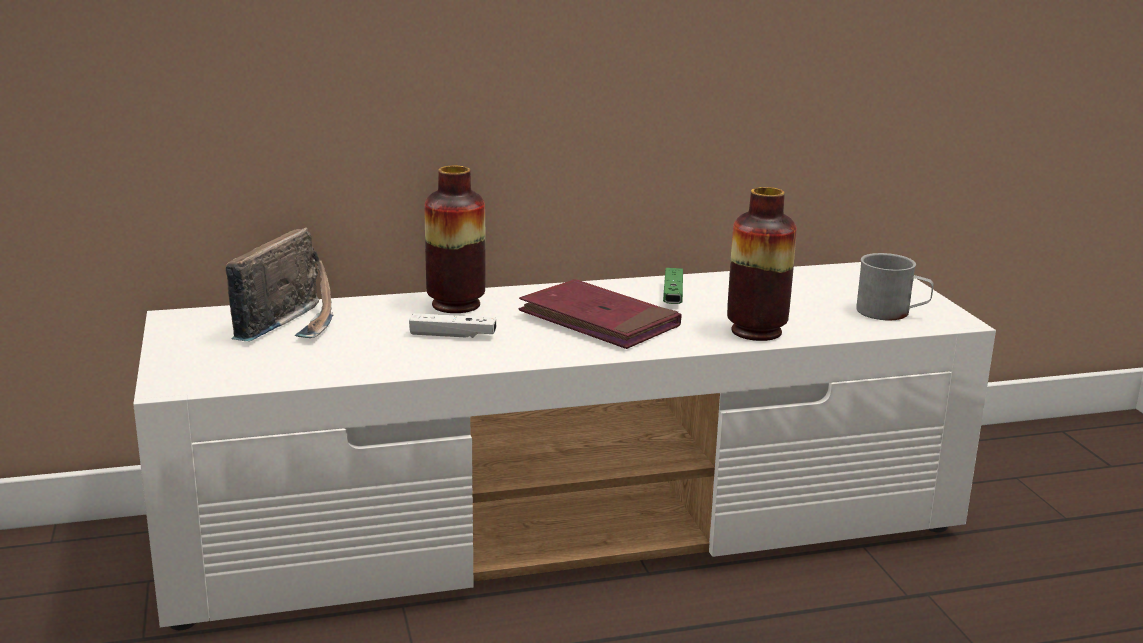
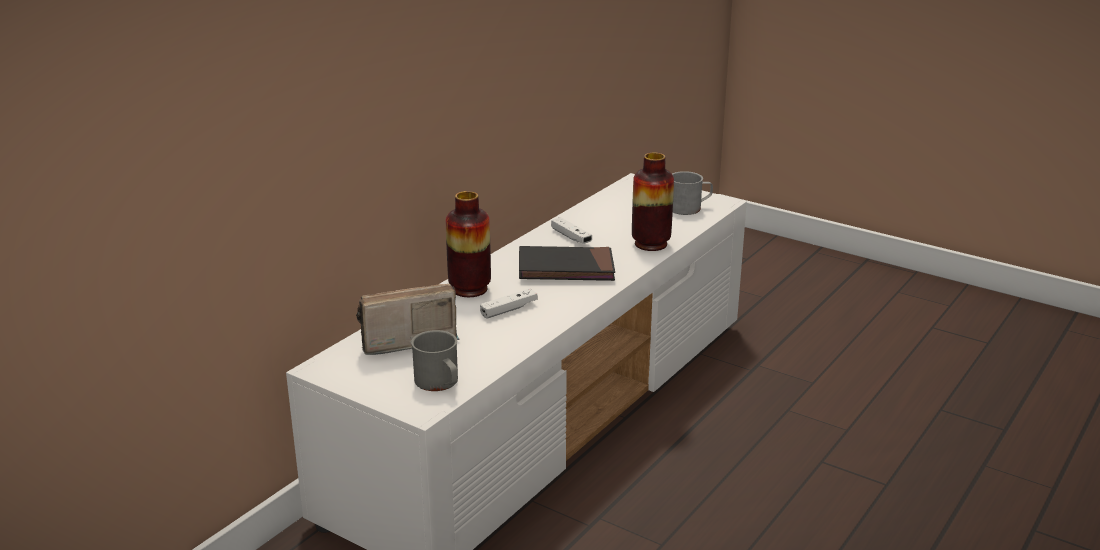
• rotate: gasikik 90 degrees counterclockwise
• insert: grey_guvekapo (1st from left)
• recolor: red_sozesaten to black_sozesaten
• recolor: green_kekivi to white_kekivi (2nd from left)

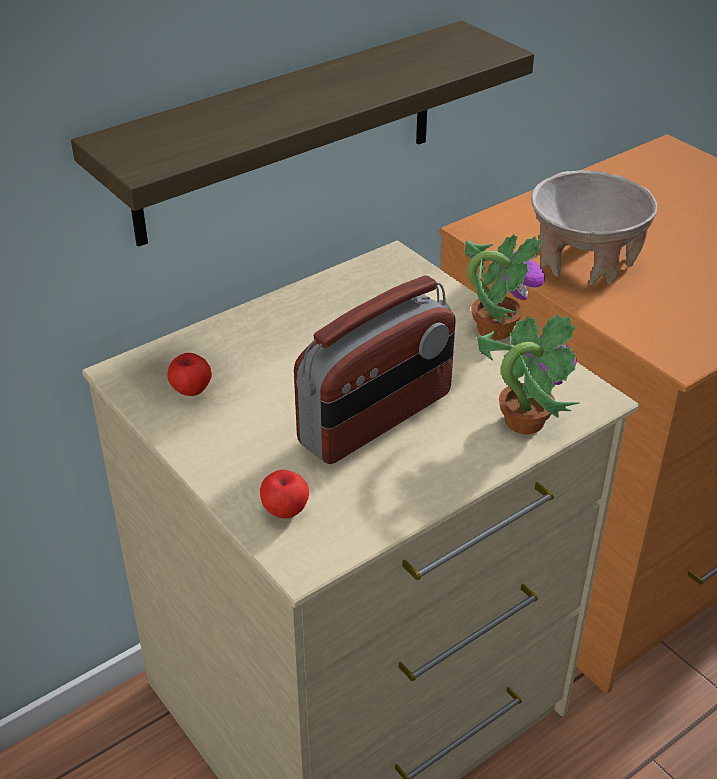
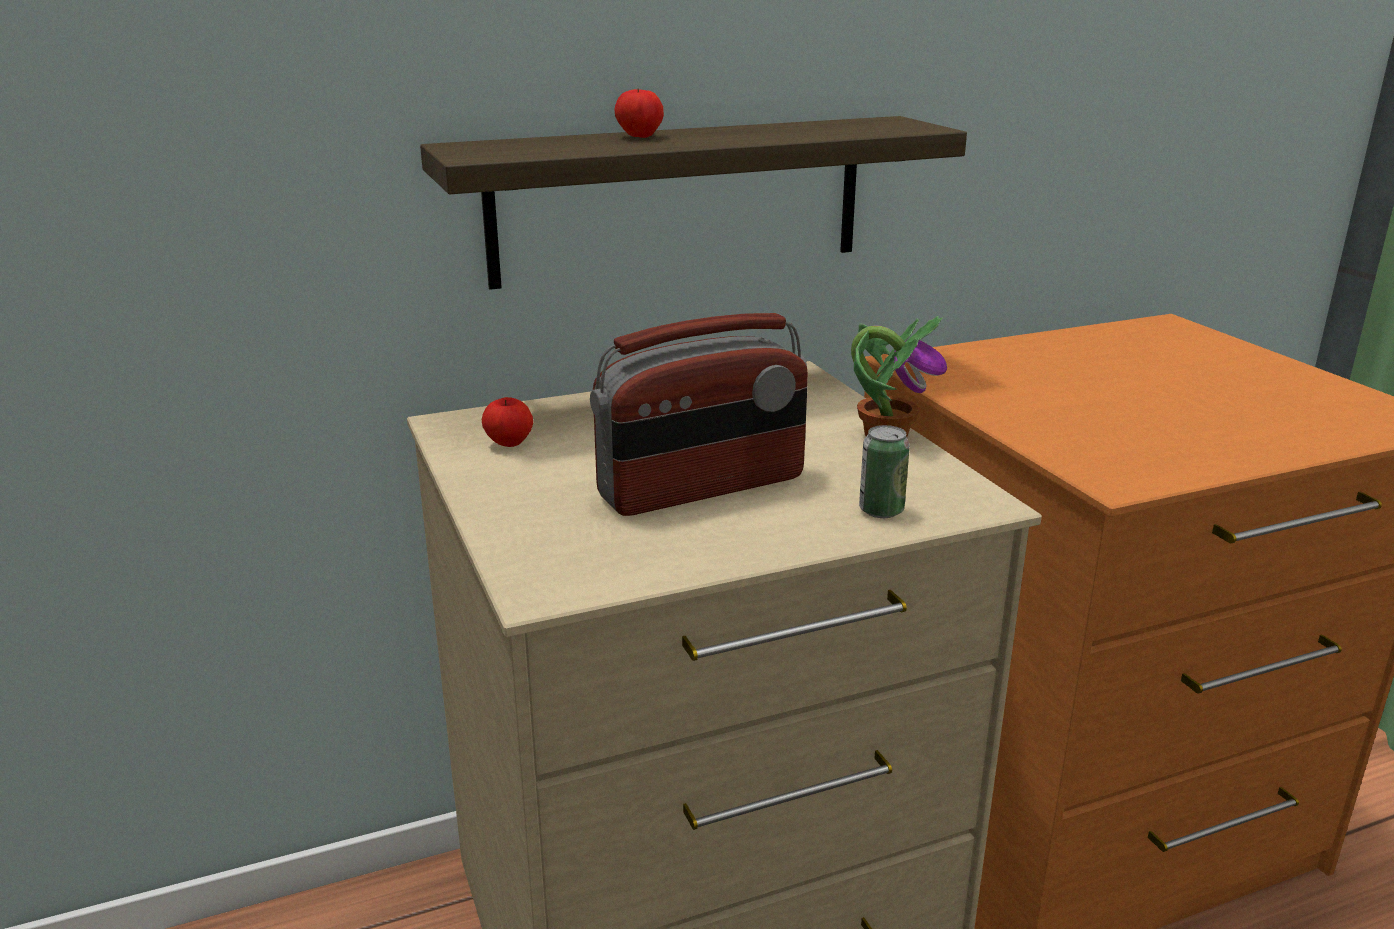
• move: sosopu (2nd from left)
• replace: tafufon (2nd from left) to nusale
• delete: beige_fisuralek

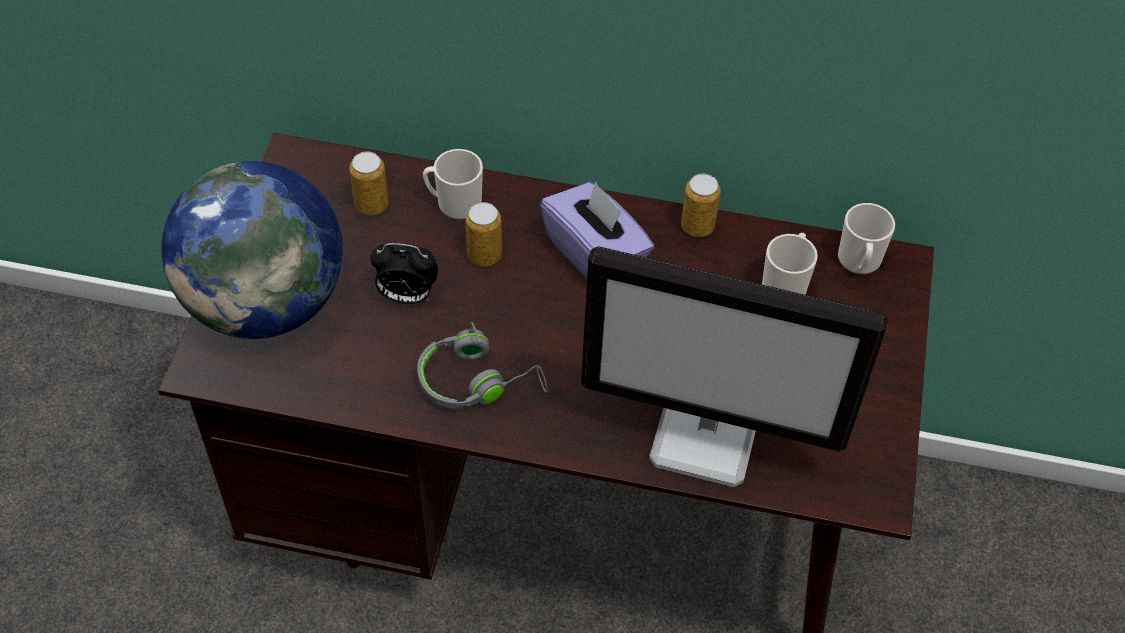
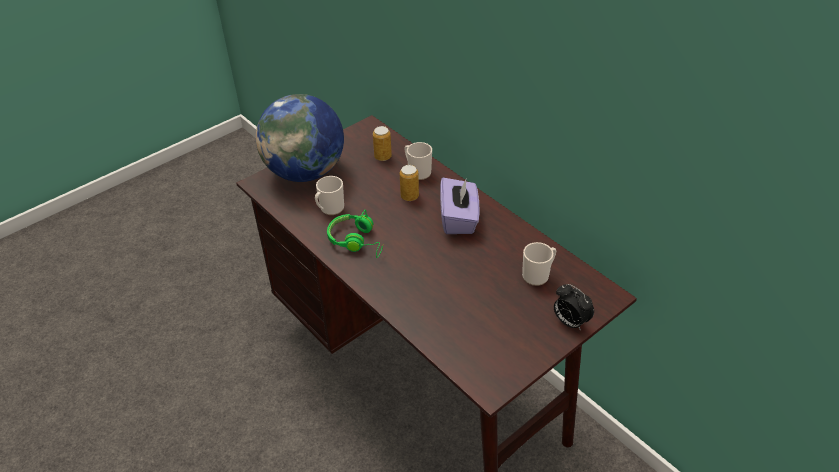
• move: guvekapo (3rd from left in the first image) to guvekapo (1st from left)
• recolor: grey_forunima to green_forunima
• move: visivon
• delete: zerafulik
• delete: nusale (3rd from left)

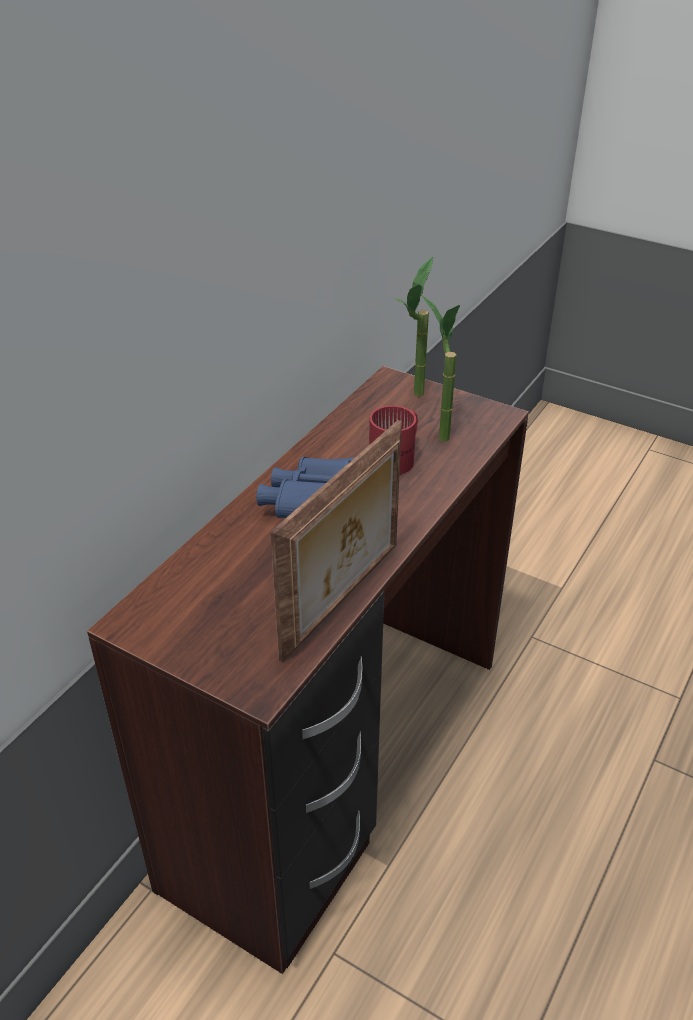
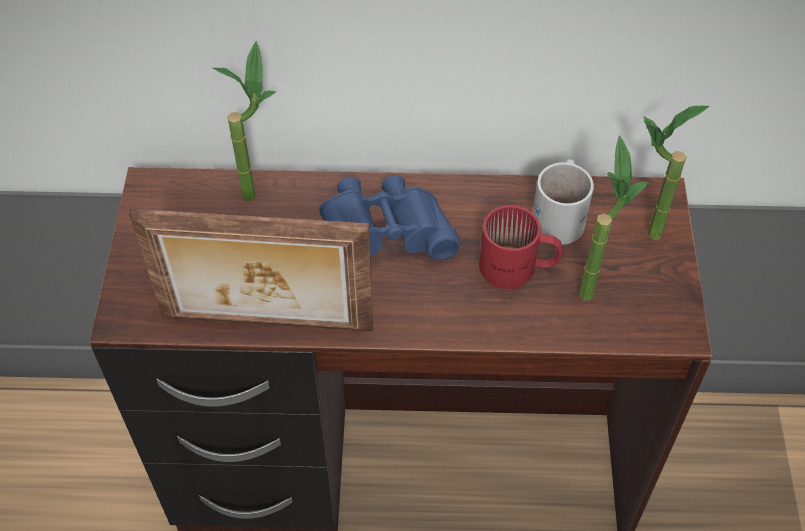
• insert: tafufon (1st from left)
• insert: white_guvekapo

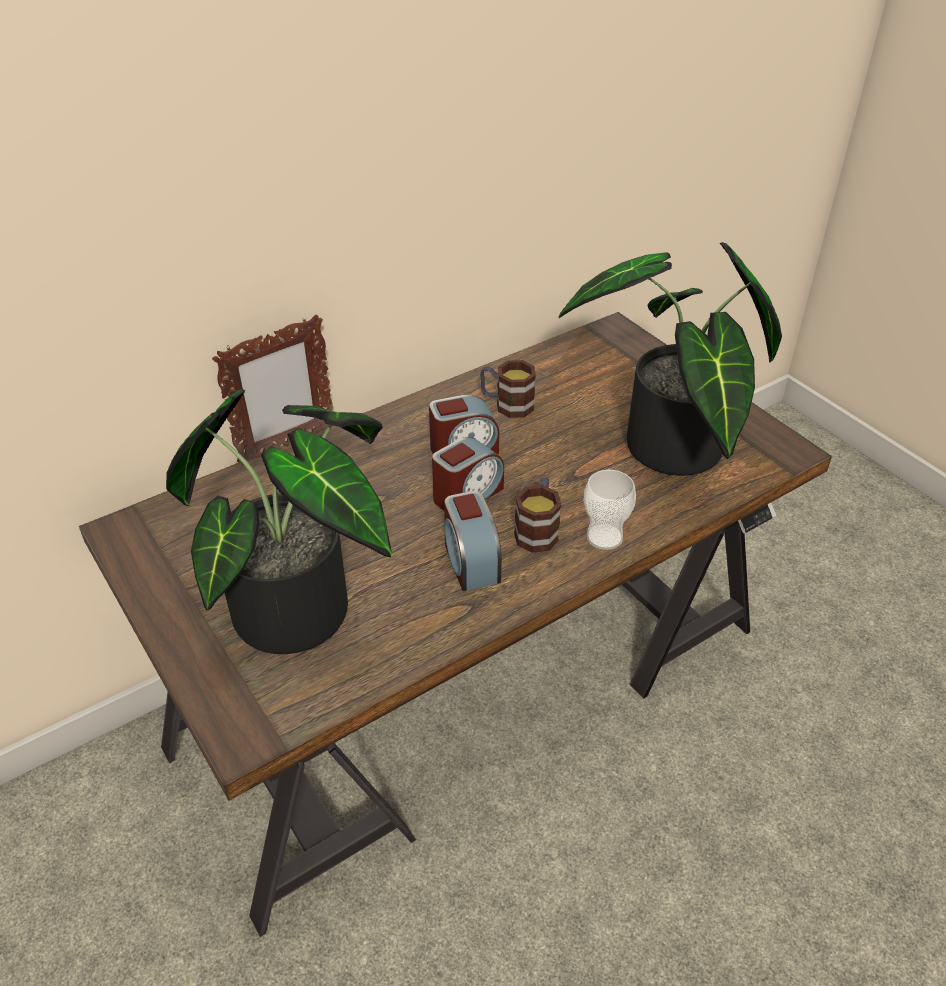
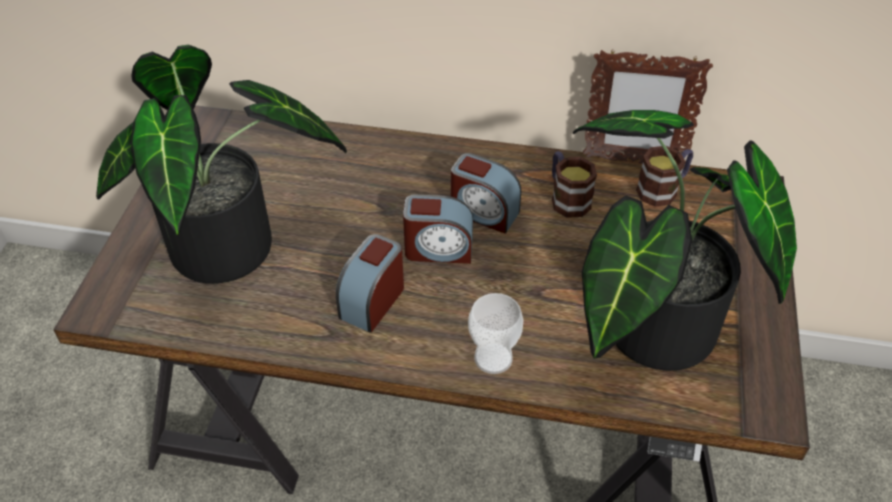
• move: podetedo
• move: guvekapo (2nd from left)

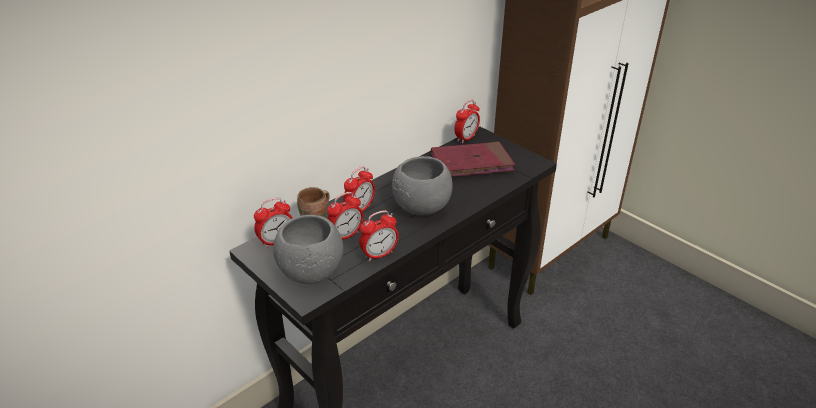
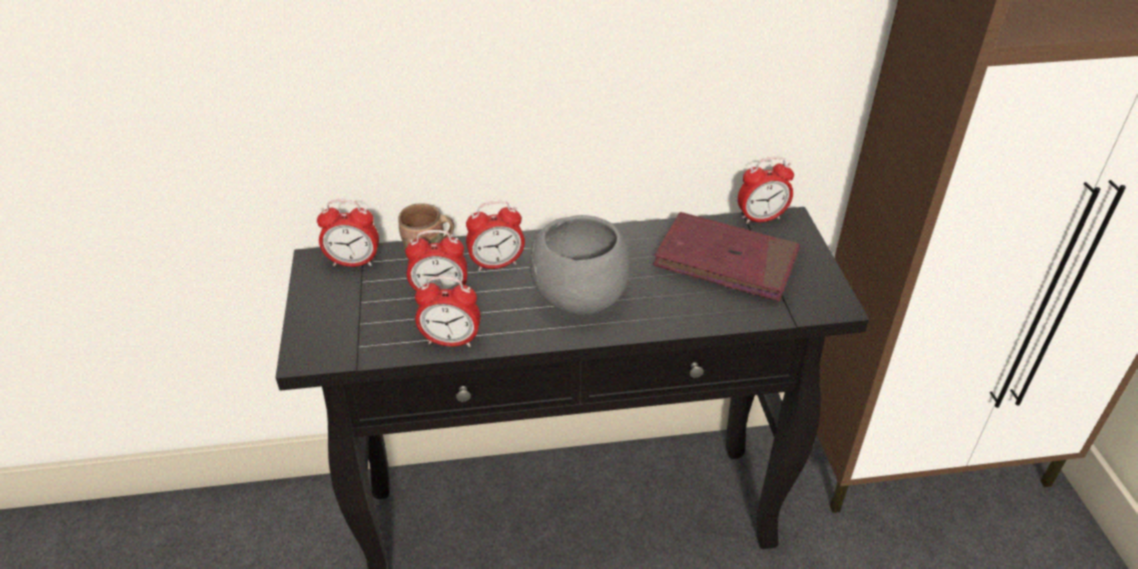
• delete: grey_fisuralek (1st from left)

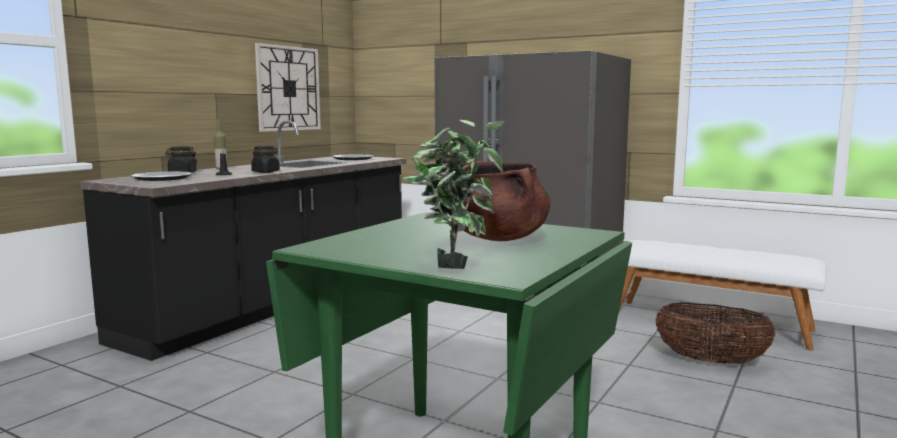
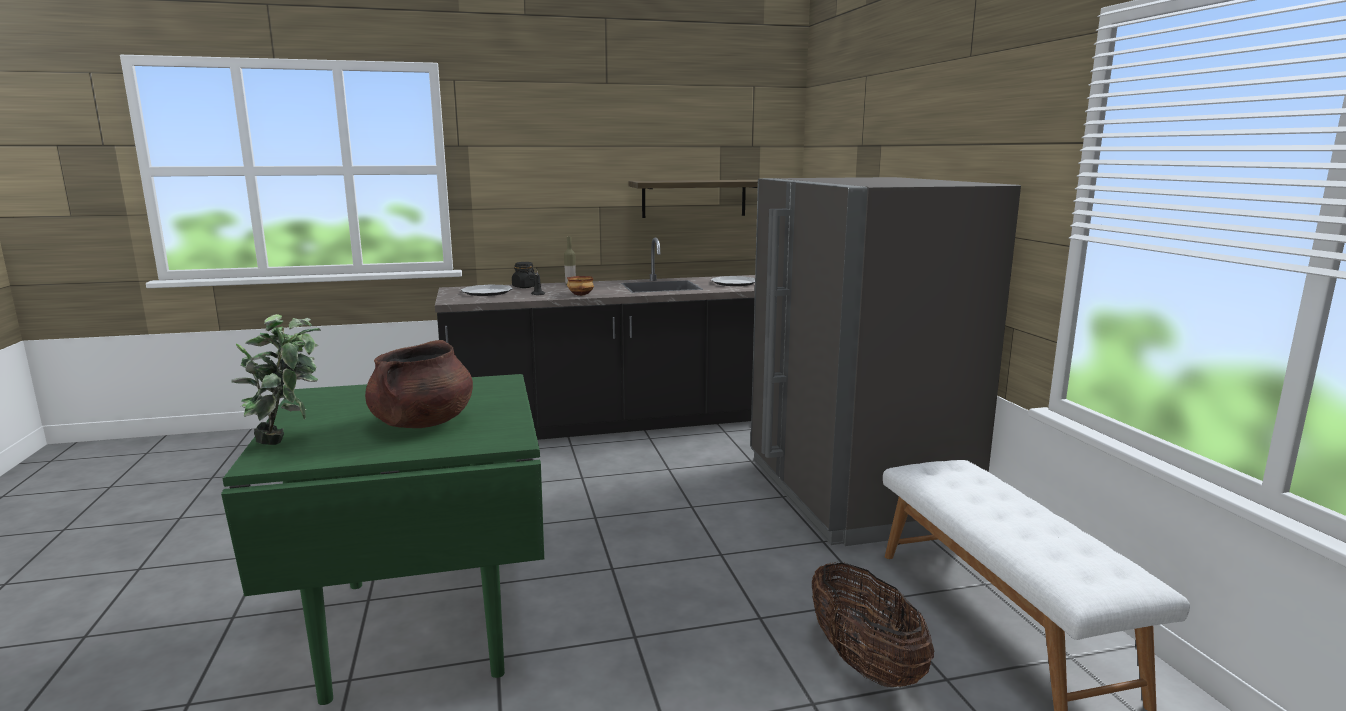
• replace: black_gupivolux (2nd from left) to fisuralek
• replace: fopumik to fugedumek

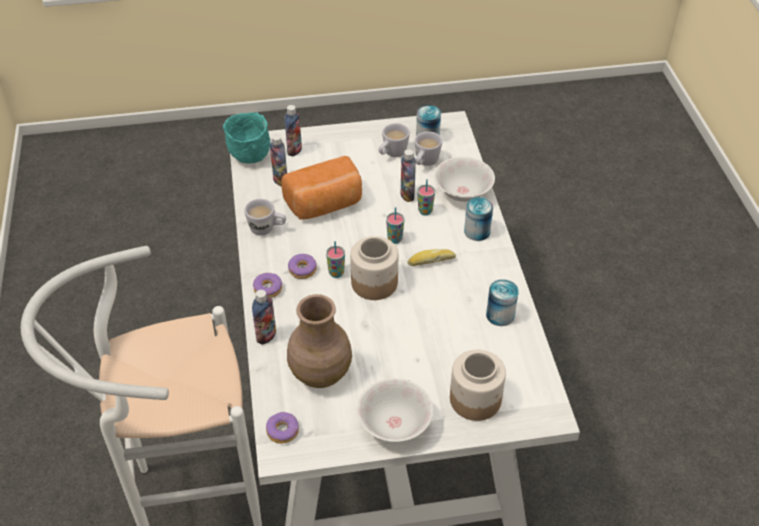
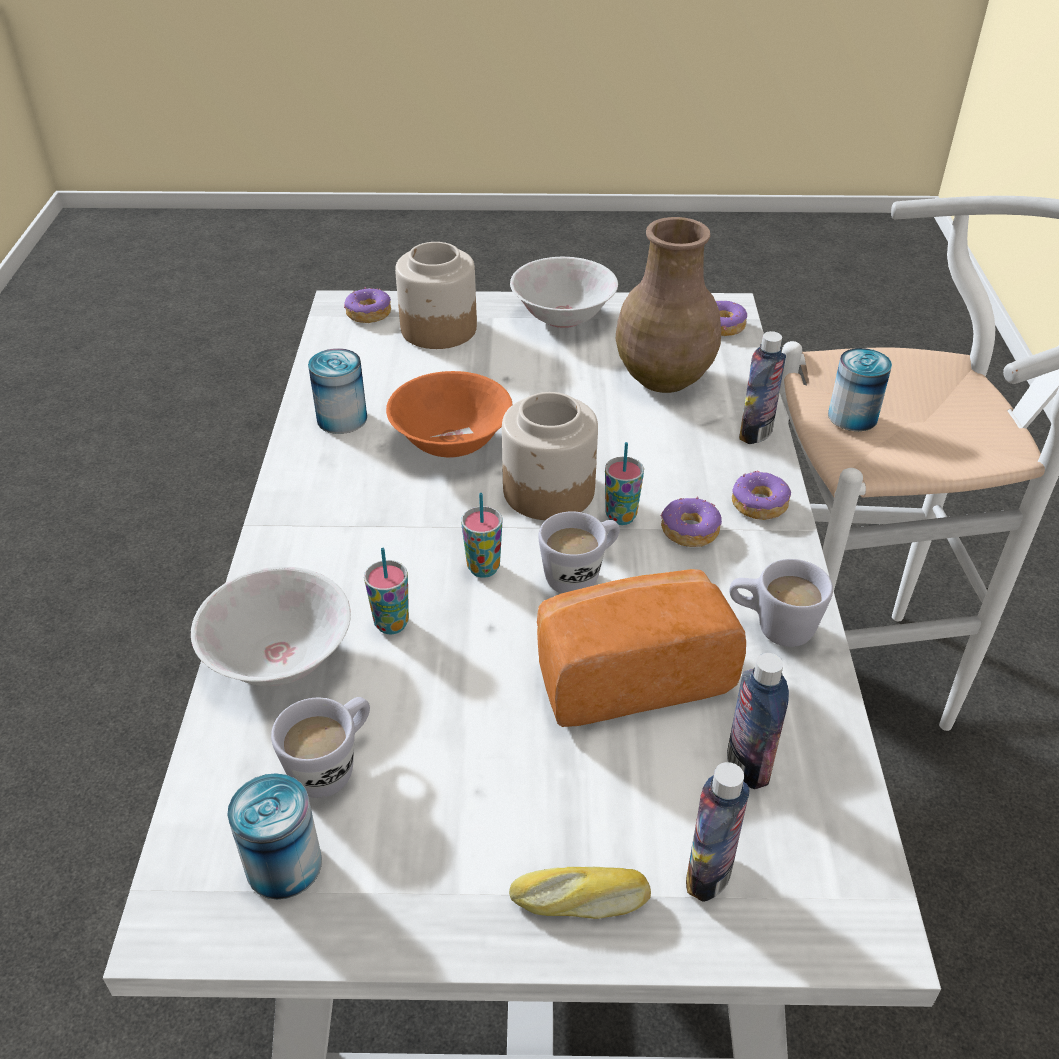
• insert: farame (1st from left)
• insert: orange_fisuralek
• move: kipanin (2nd from left in the first image) to kipanin (1st from left)
• move: white_guvekapo (2nd from left)
• move: nusale (2nd from left in the first image) to nusale (3rd from left)
• delete: turquoise_fisuralek
• delete: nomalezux (4th from left)

